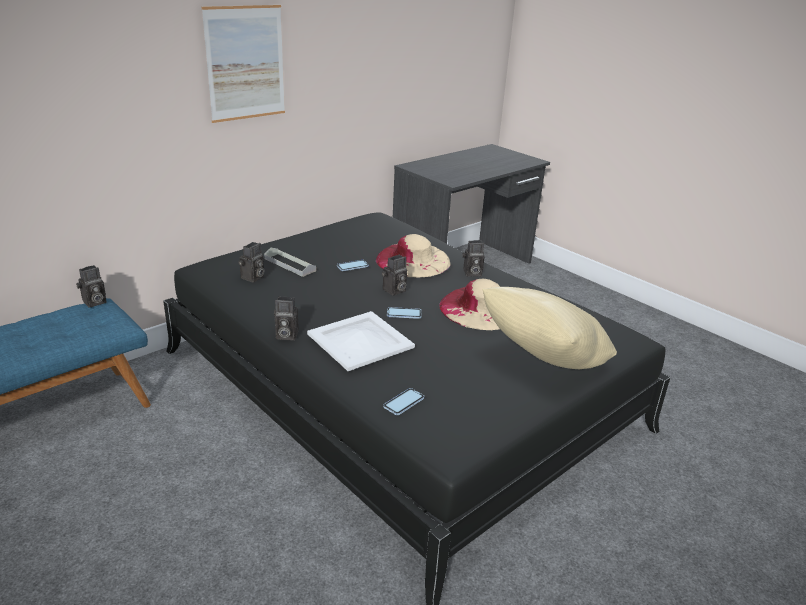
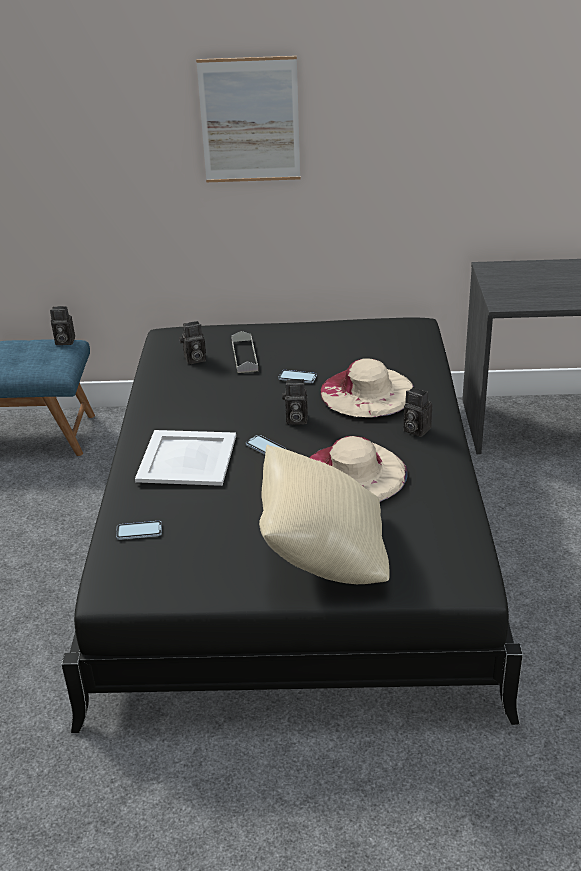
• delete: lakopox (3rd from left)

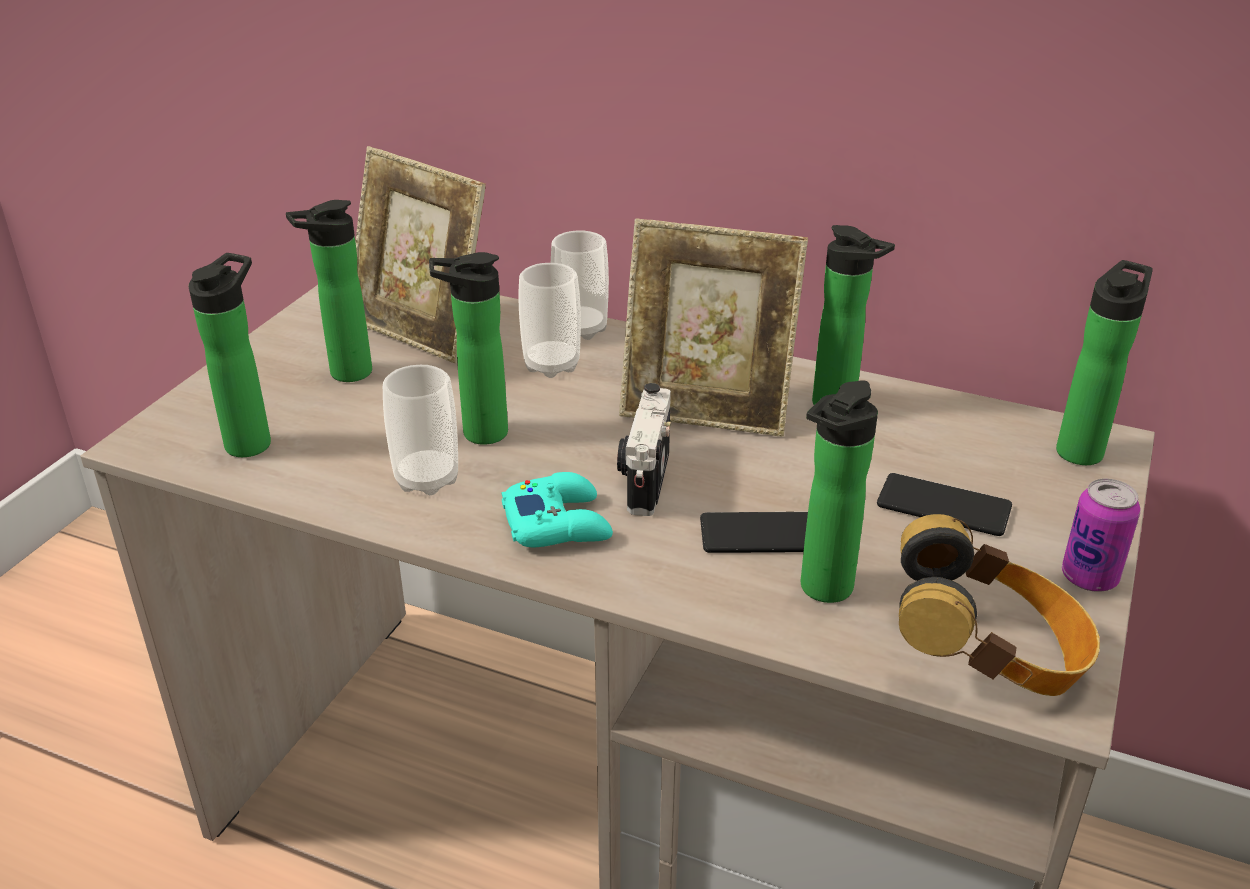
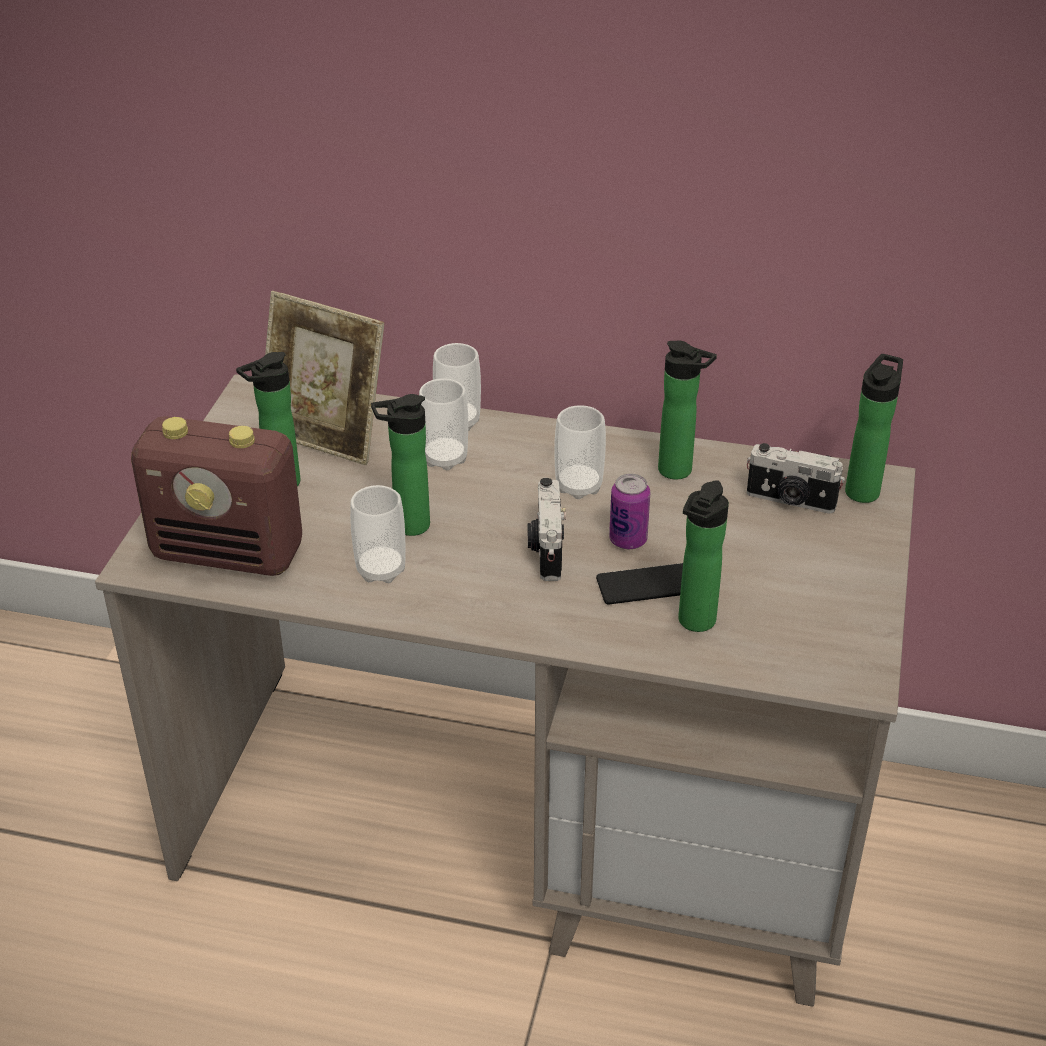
• replace: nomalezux (1st from left) to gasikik
• replace: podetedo (2nd from left) to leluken (4th from left)
• move: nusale
• insert: lakopox (2nd from left)
• delete: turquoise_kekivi
• delete: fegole (2nd from left)
• delete: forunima

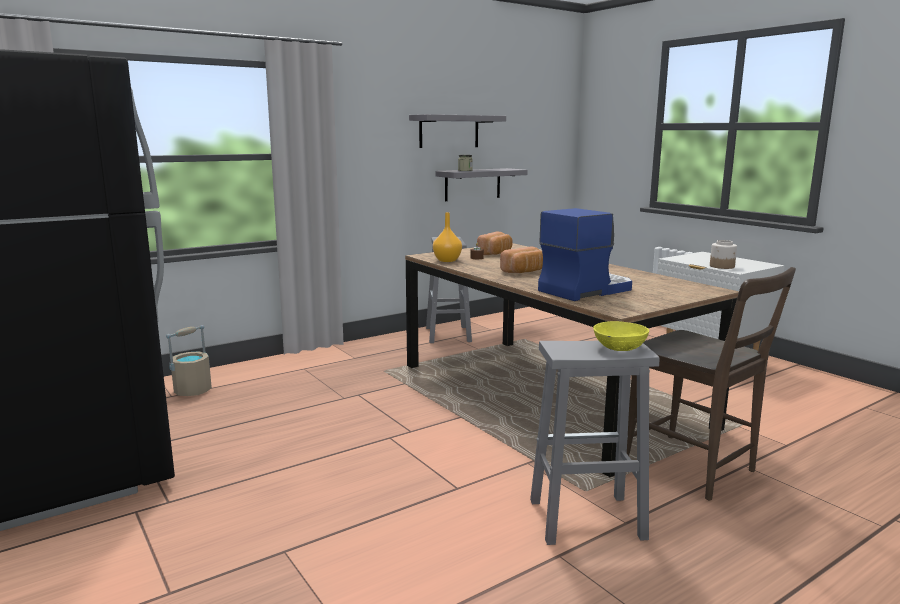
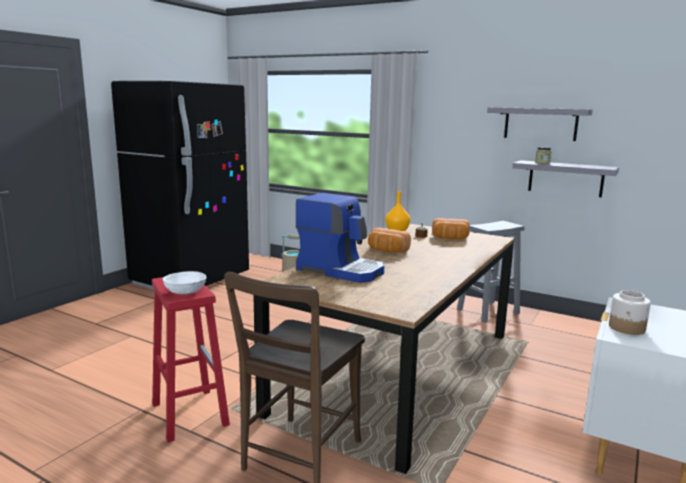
• recolor: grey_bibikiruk (2nd from left) to red_bibikiruk
• recolor: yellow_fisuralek to white_fisuralek

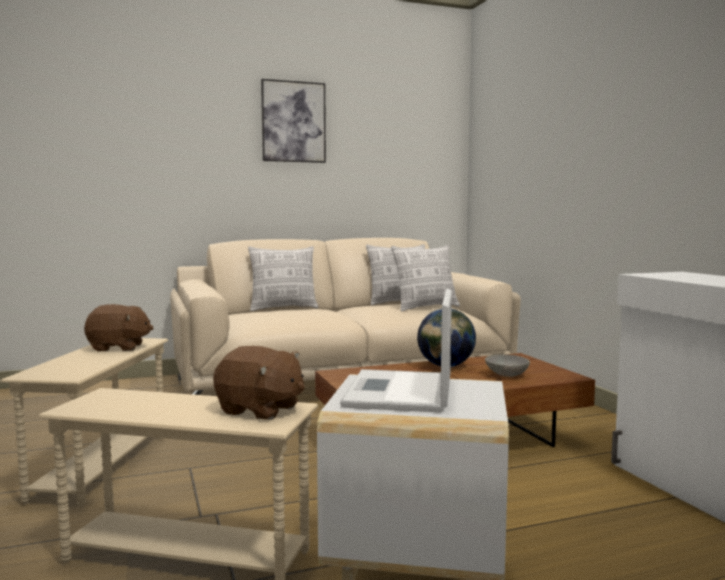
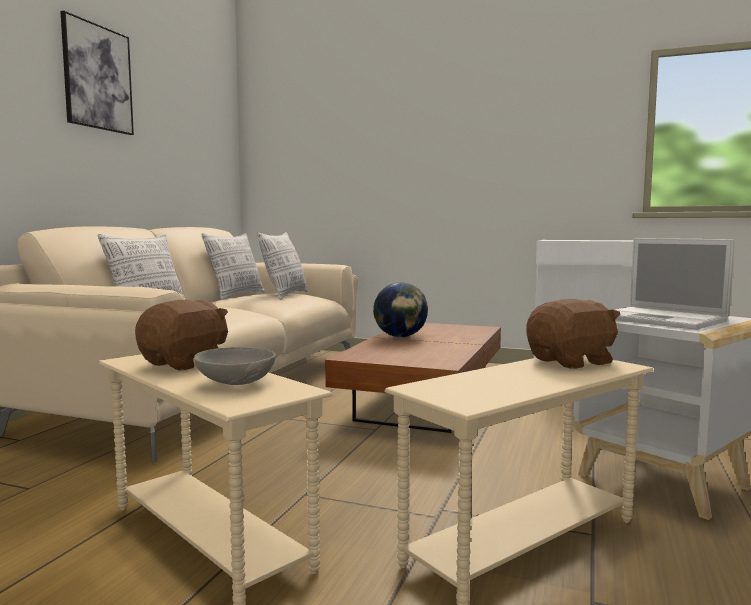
• move: grey_fisuralek

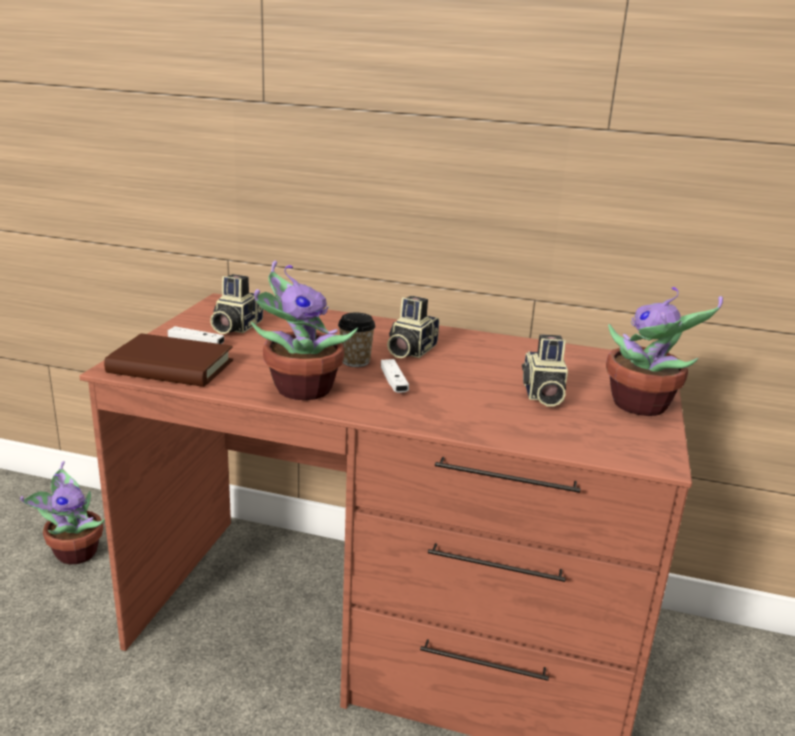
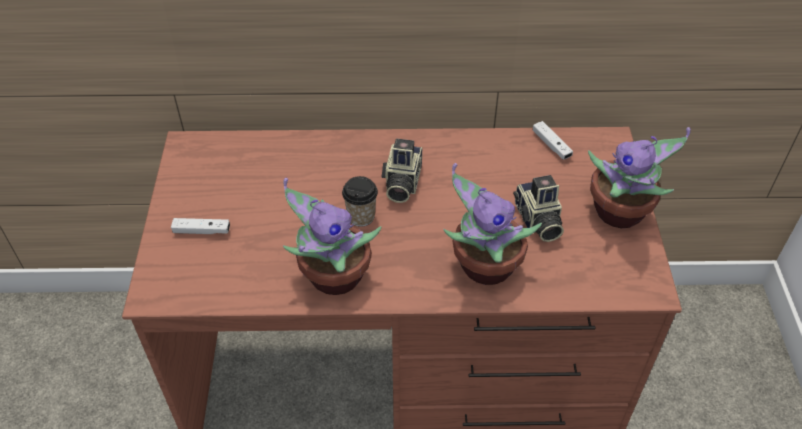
• move: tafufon (1st from left in the first image) to tafufon (2nd from left)
• move: white_kekivi (2nd from left)
• delete: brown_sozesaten
• delete: lakopox (1st from left)

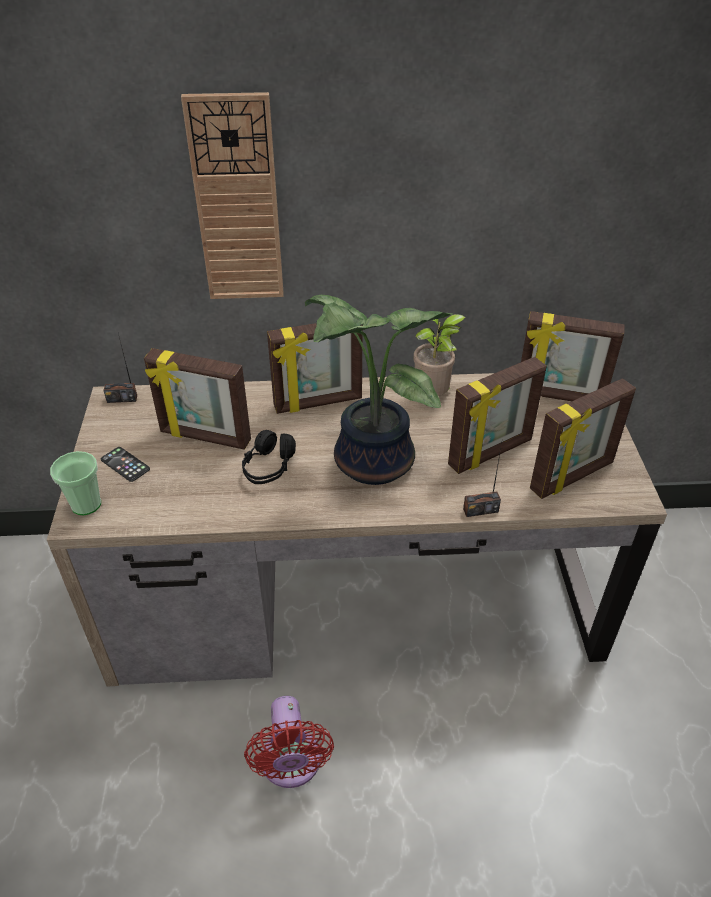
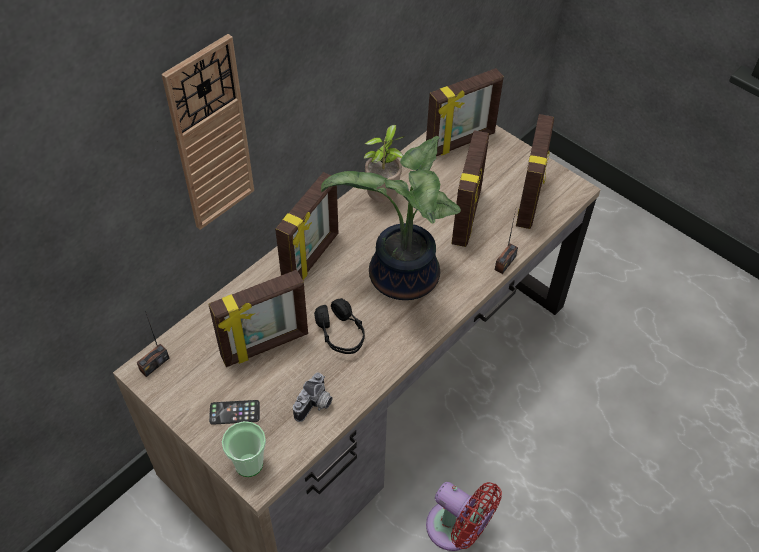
• insert: lakopox

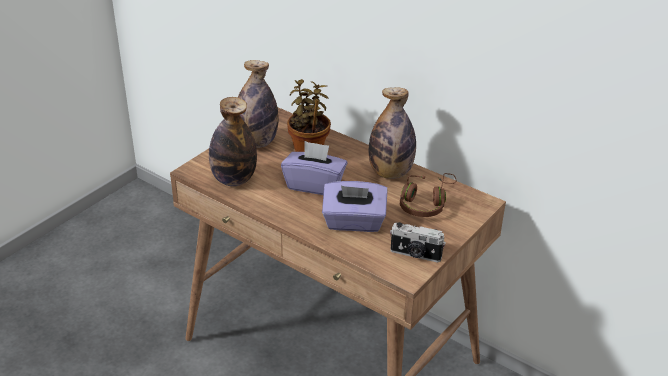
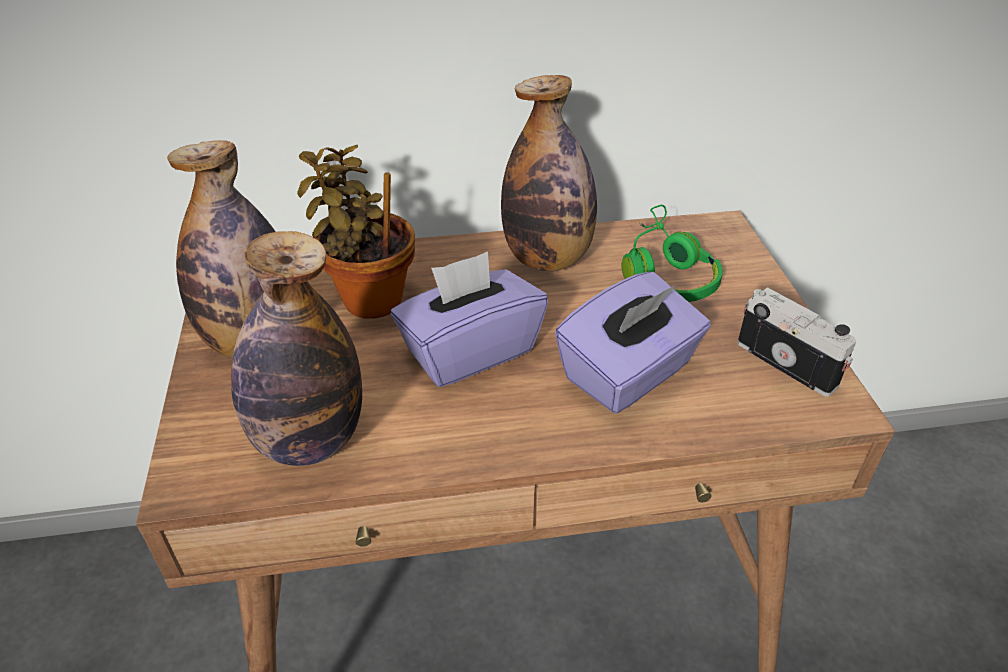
• recolor: brown_forunima to green_forunima
• rotate: lakopox 105 degrees counterclockwise

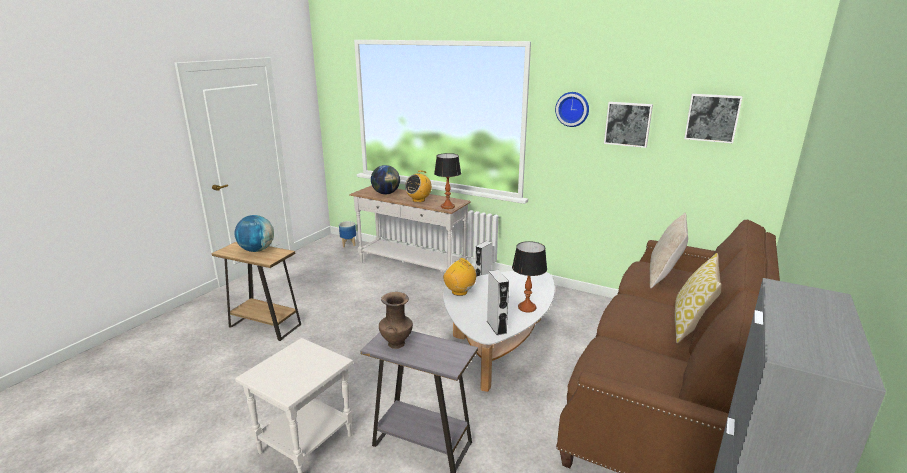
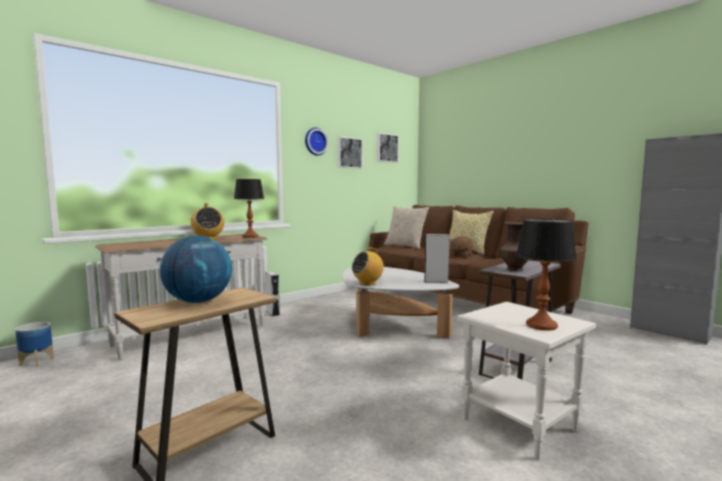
• insert: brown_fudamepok
• move: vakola (2nd from left)
• delete: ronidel (2nd from left)

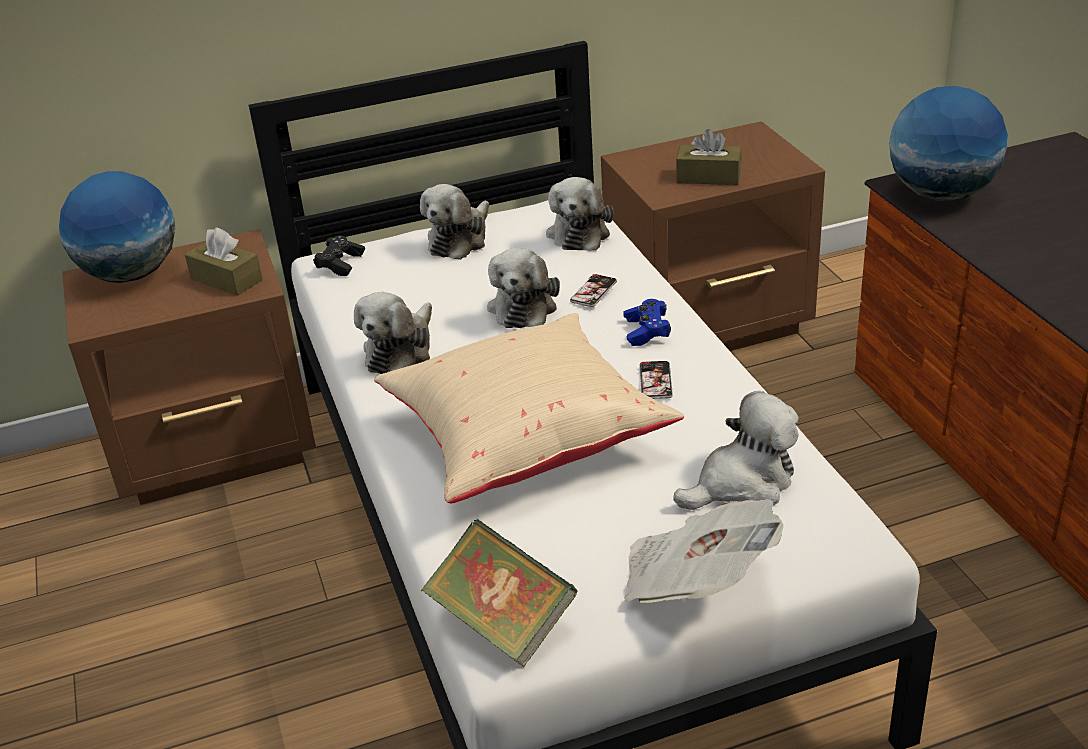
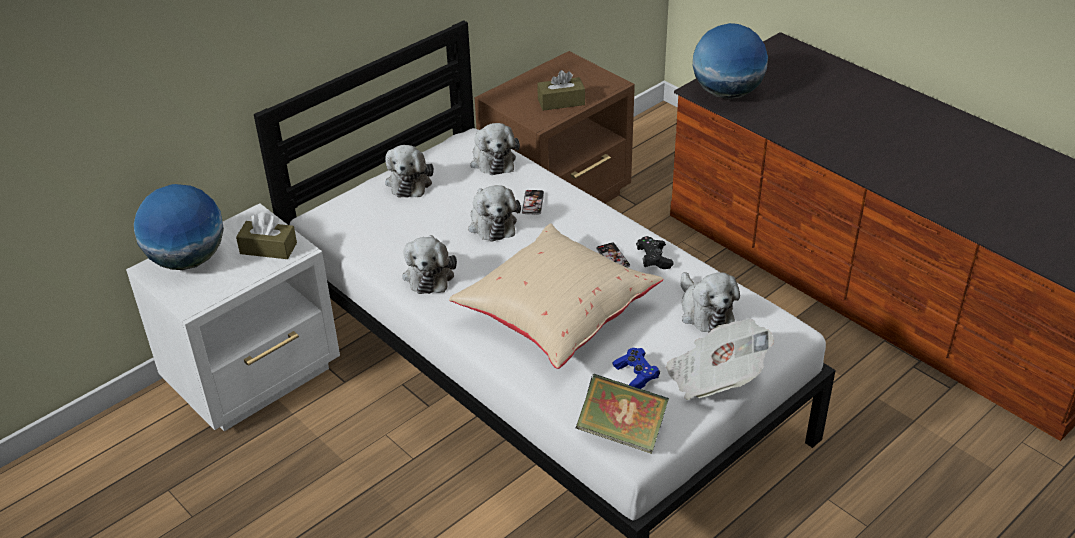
• recolor: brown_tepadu (1st from left) to white_tepadu
• move: blue_kekivi
• move: black_kekivi
• rotate: fudamepok (5th from left) 120 degrees clockwise

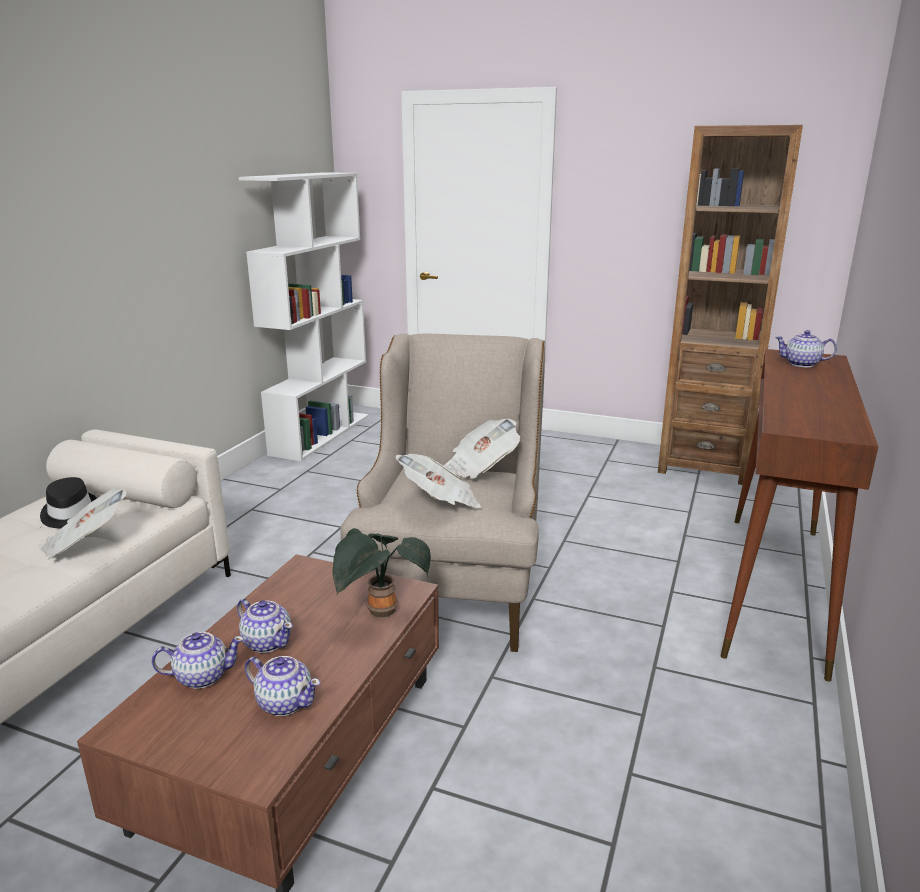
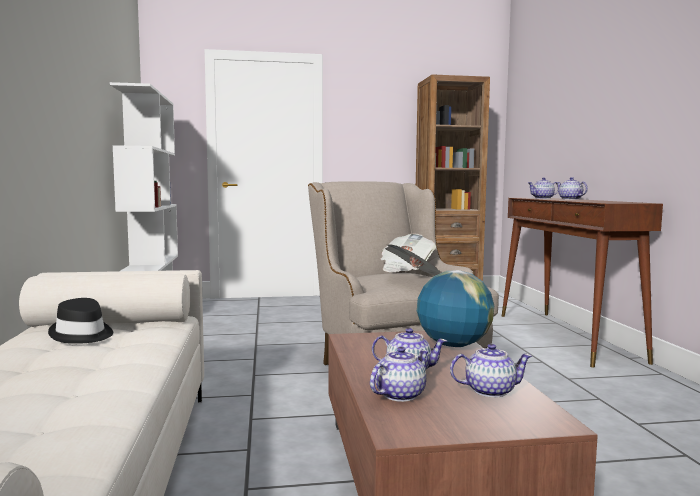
• replace: tafufon to ronidel
• insert: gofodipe (5th from left)
• delete: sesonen (1st from left)

